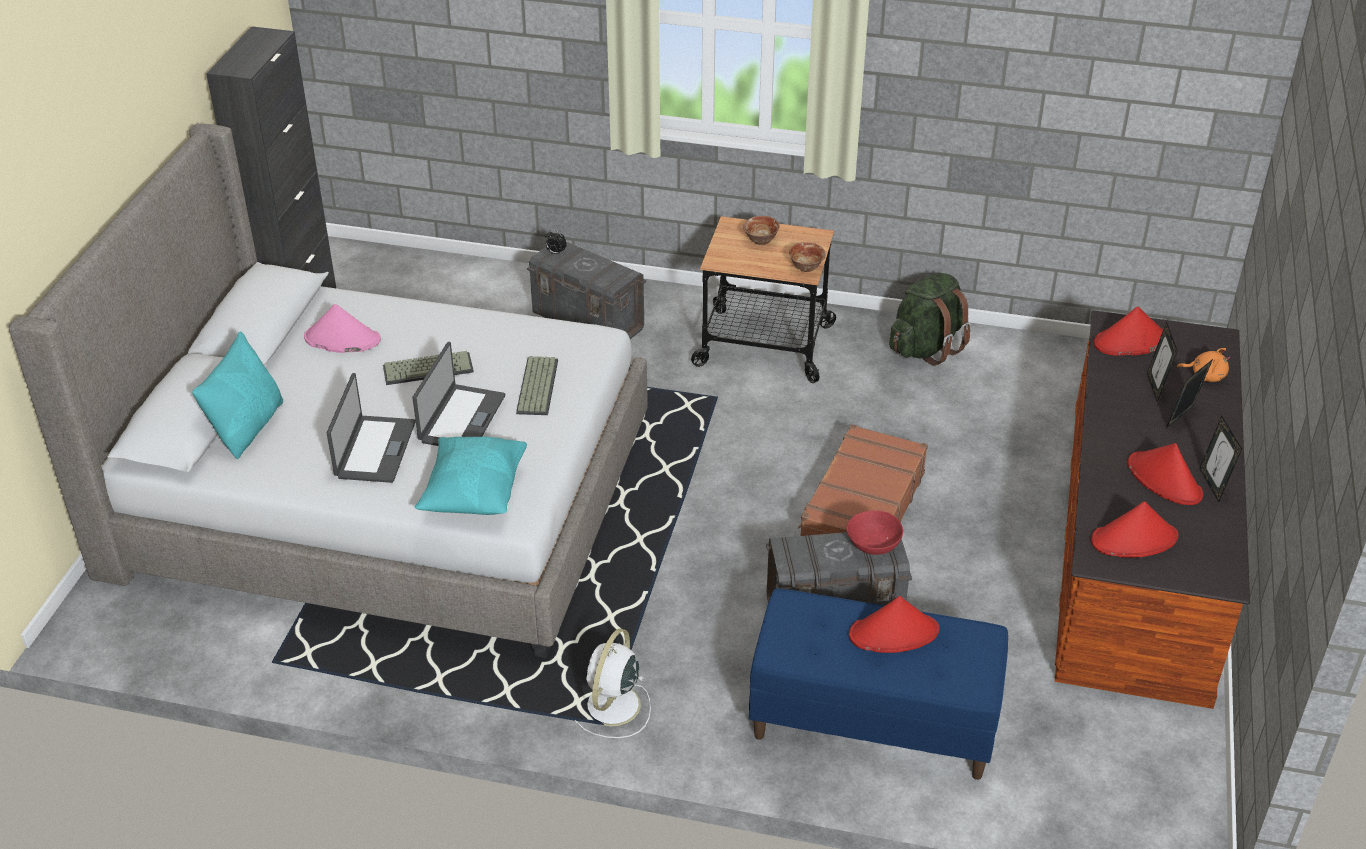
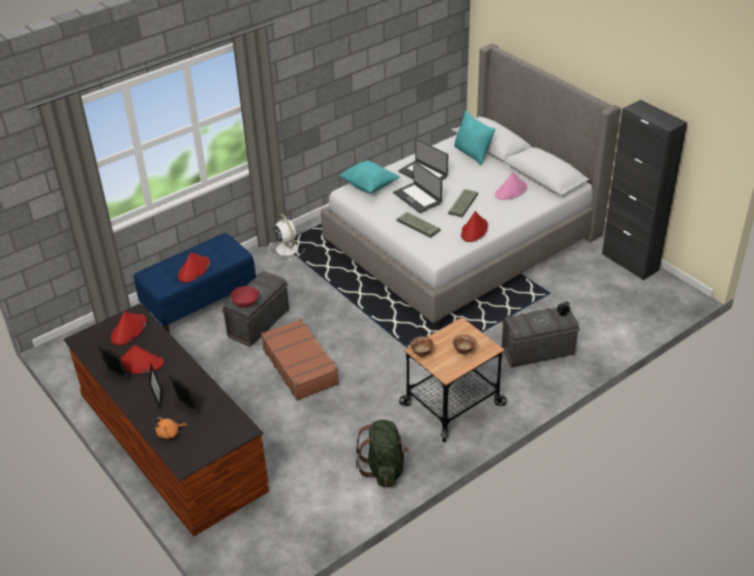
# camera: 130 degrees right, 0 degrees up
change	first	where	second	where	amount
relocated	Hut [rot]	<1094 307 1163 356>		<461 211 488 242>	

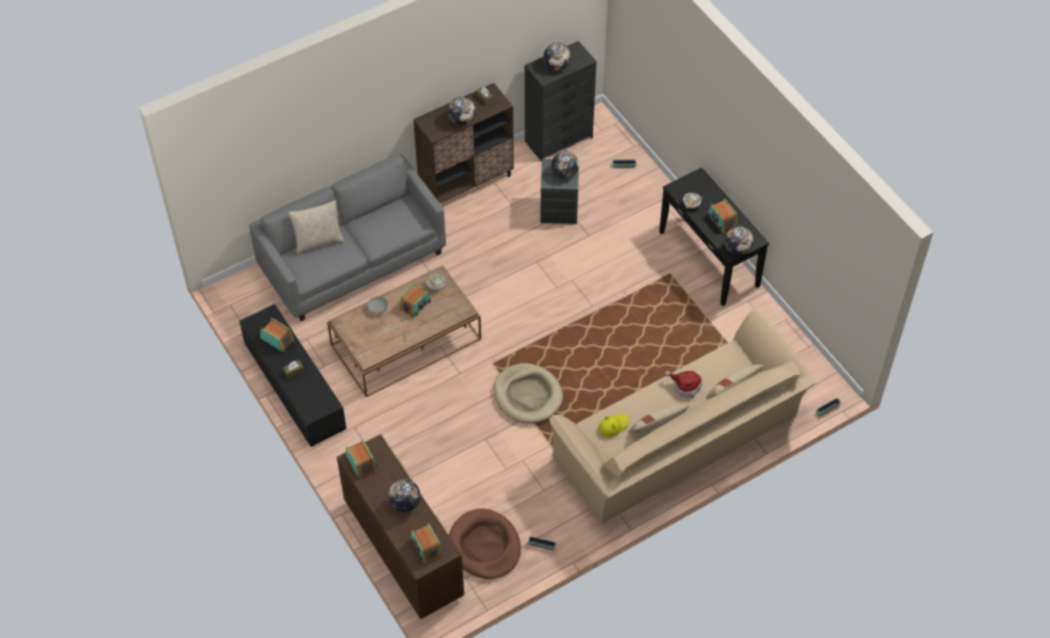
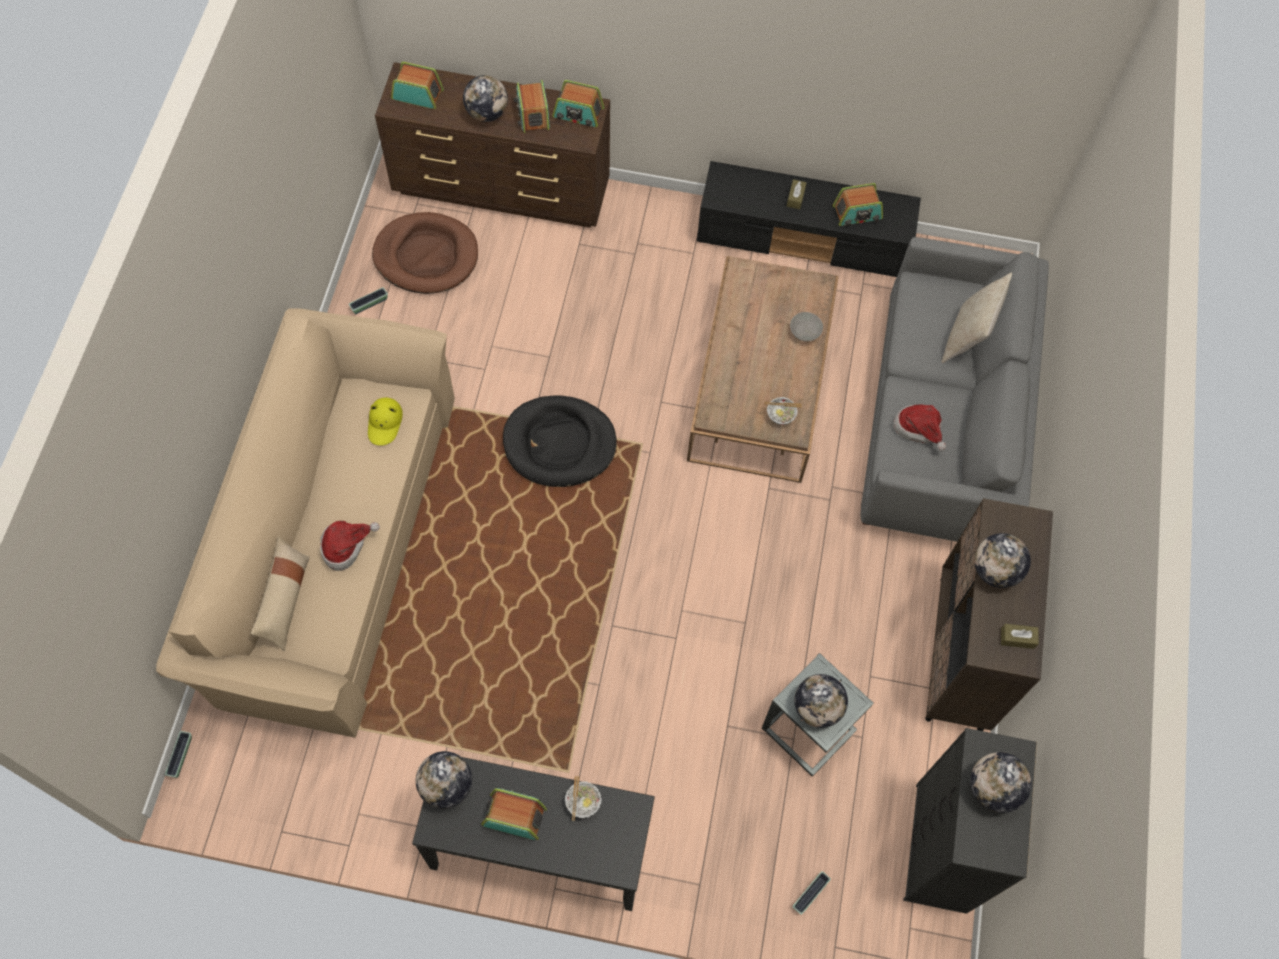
# camera: 130 degrees right, 10 degrees up
change	first	where	second	where	amount
missing	Kissen [beige]	<628 405 690 433>			
appeared			Hut	<893 404 946 451>	
relocated	Radio	<399 283 431 319>		<513 80 550 133>	
colour	Hundebett [beige]	<494 363 563 424>	Hundebett [schwarz]	<503 395 617 487>	

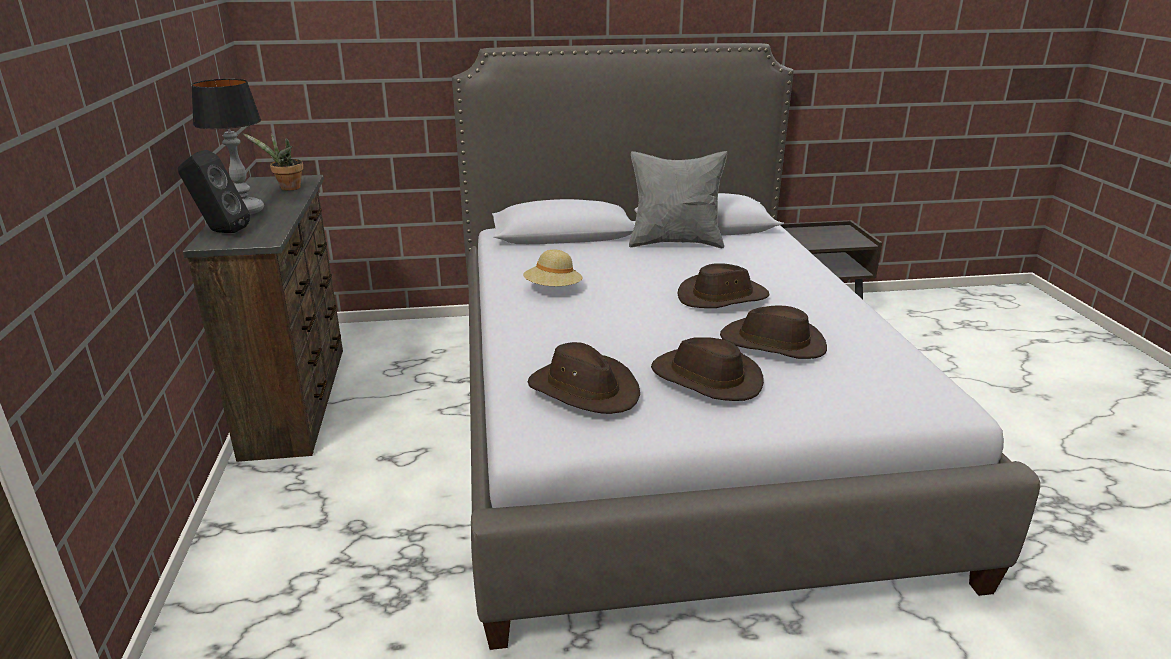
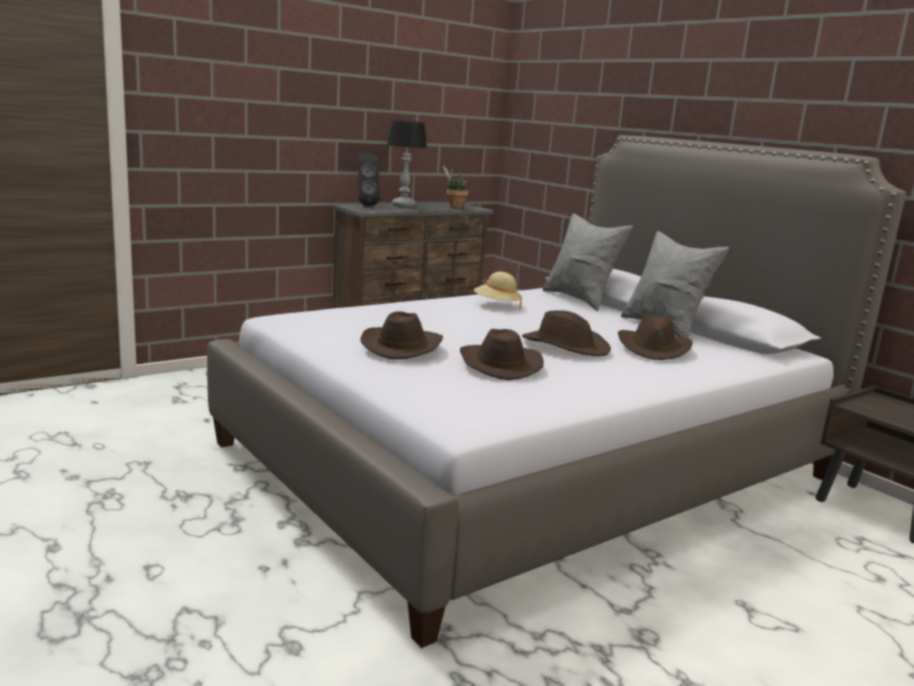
# camera: 60 degrees right, 10 degrees down
change	first	where	second	where	amount
appeared			Kissen [grau]	<542 213 633 311>	
relocated	Hut [braun]	<528 342 640 414>		<618 314 693 360>	

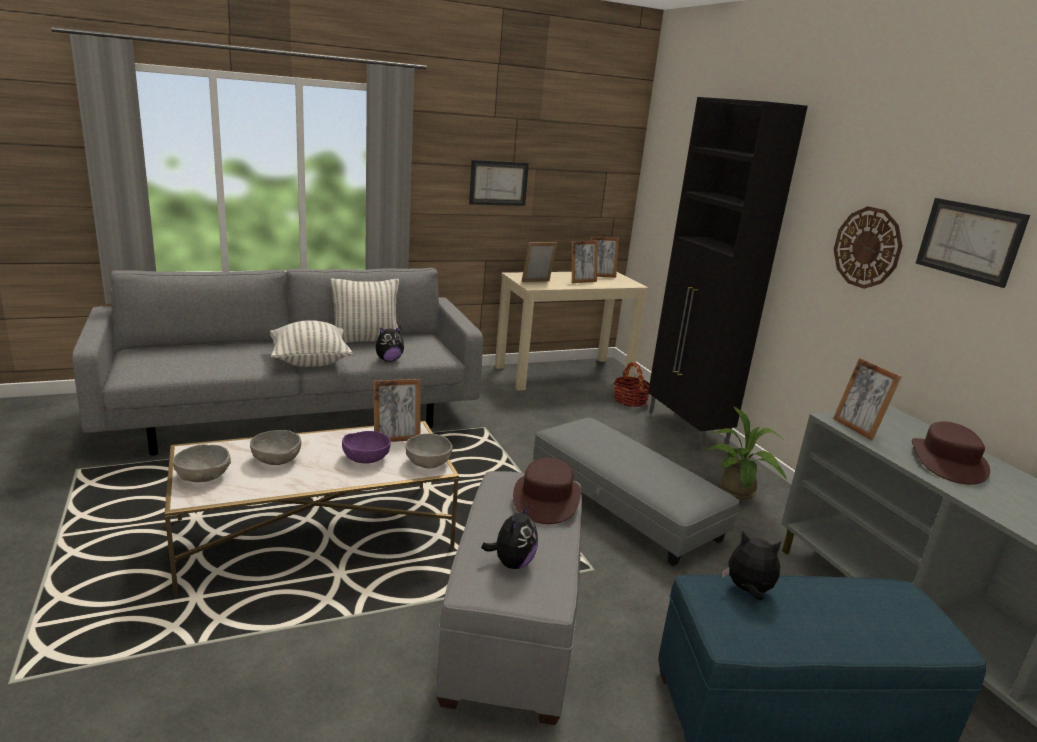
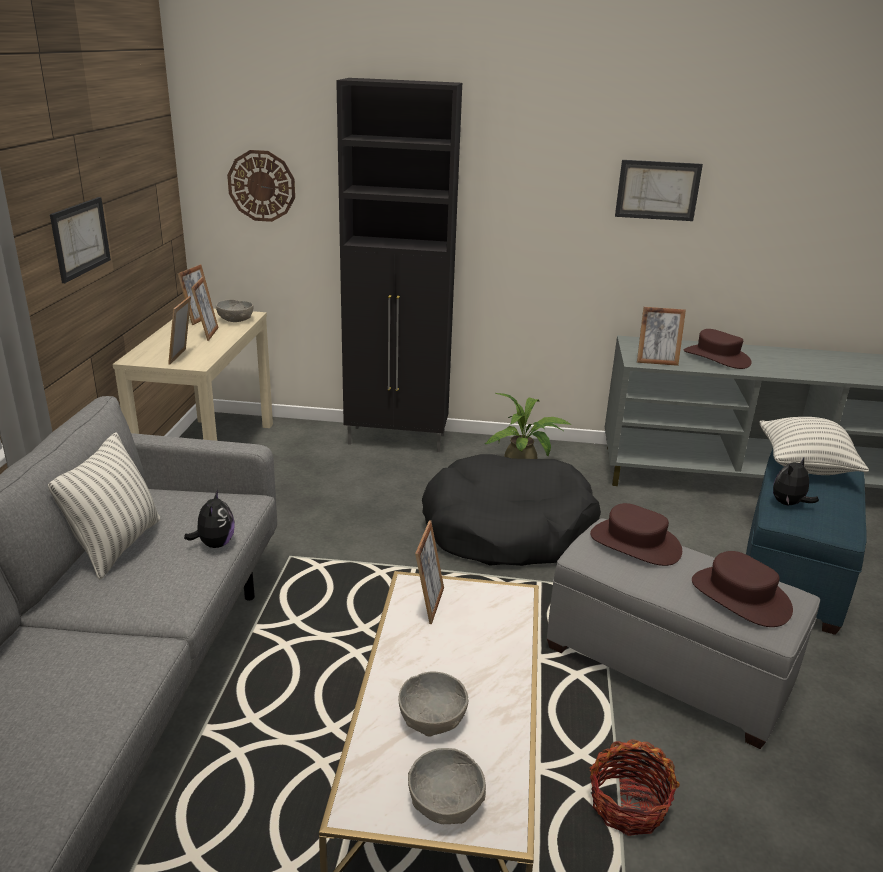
# camera: 60 degrees left, 5 degrees up
change	first	where	second	where	amount
missing	Schüssel [lila]	<342 431 391 464>			
relocated	Kissen	<270 320 353 367>		<760 417 869 475>	
relocated	Schüssel [grau]	<405 433 453 469>		<216 299 254 322>	
relocated	Korb	<613 362 650 407>		<590 739 680 836>	
relocated	Wanduhr	<834 206 902 289>		<227 150 295 222>	
exchanged	Plüschtier	<481 504 538 569>	Hut [braun]	<692 551 793 627>	
exchanged	Polsterhocker [grau]	<533 418 739 566>	Hundebett [schwarz]	<422 454 601 566>	

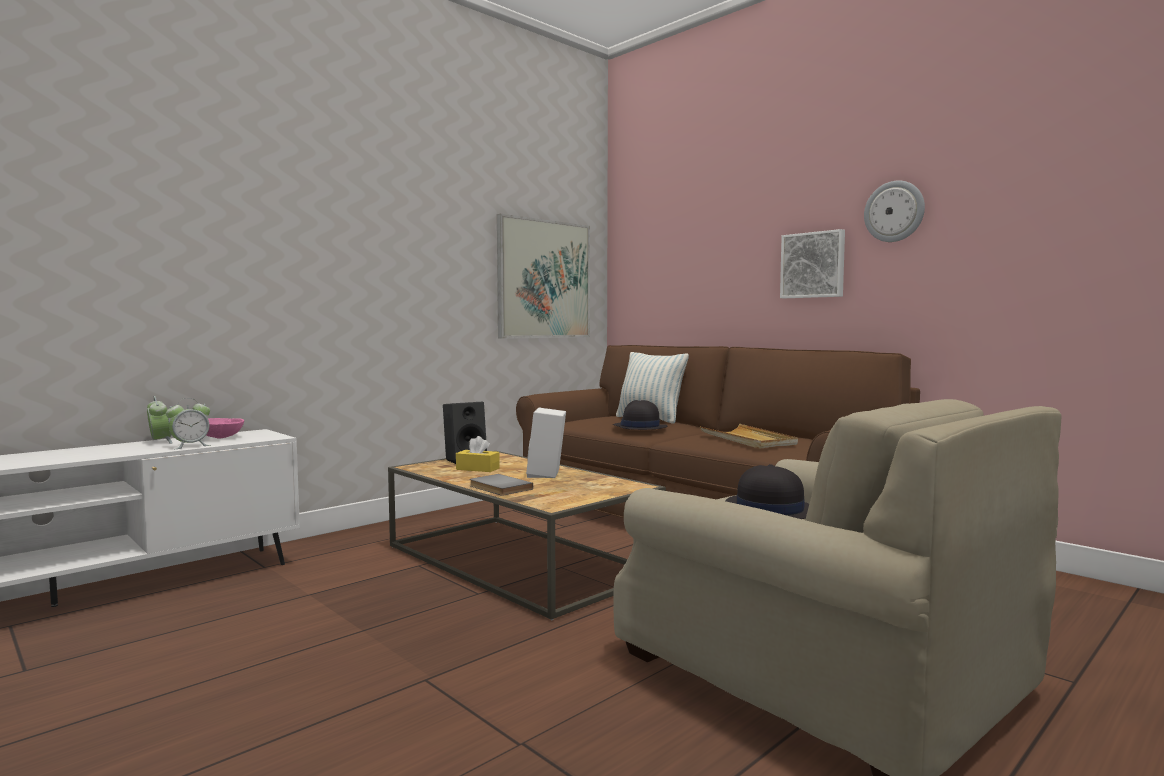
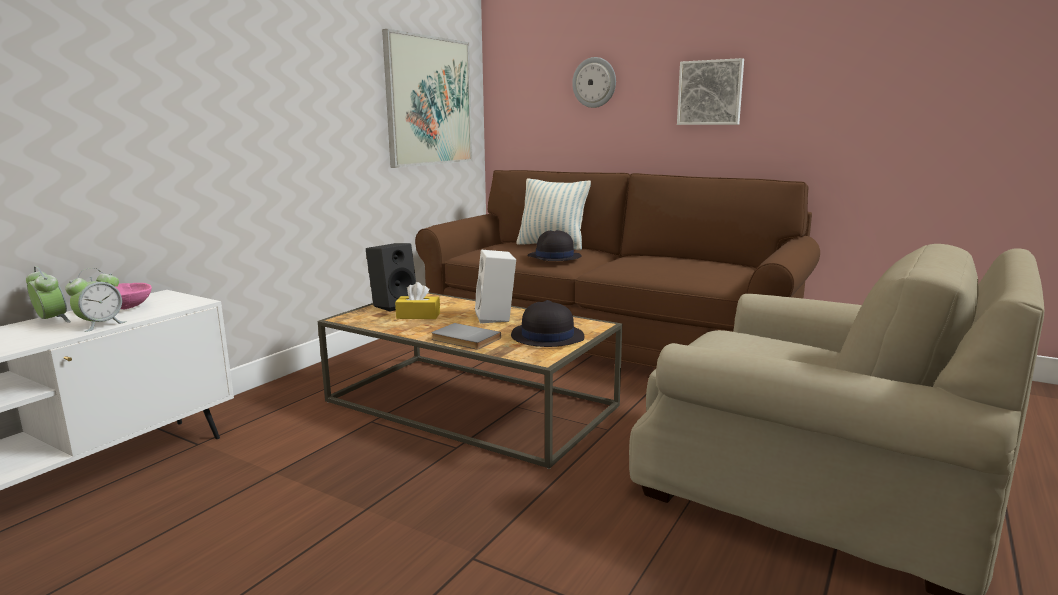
# camera: 15 degrees left, 10 degrees up
change	first	where	second	where	amount
missing	Tablett [beige]	<700 424 798 449>			
relocated	Hut [schwarz]	<725 464 809 519>		<511 300 584 347>	
relocated	Wanduhr	<864 180 925 242>		<572 57 616 108>	

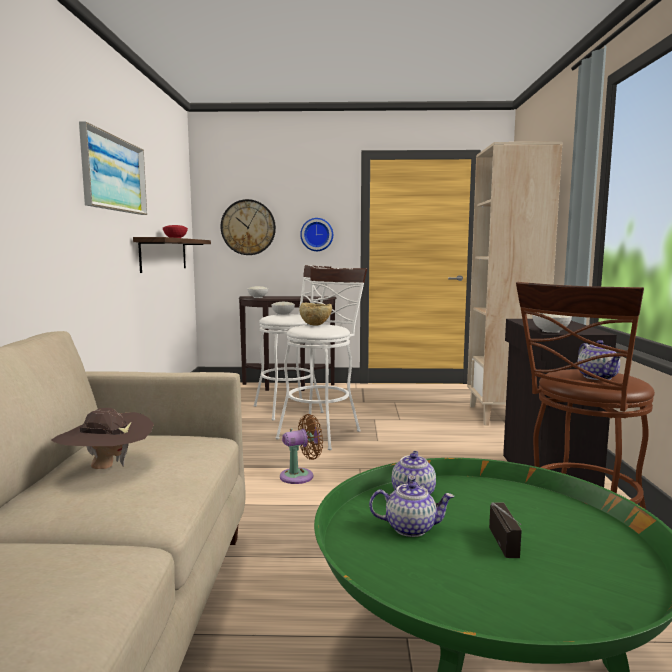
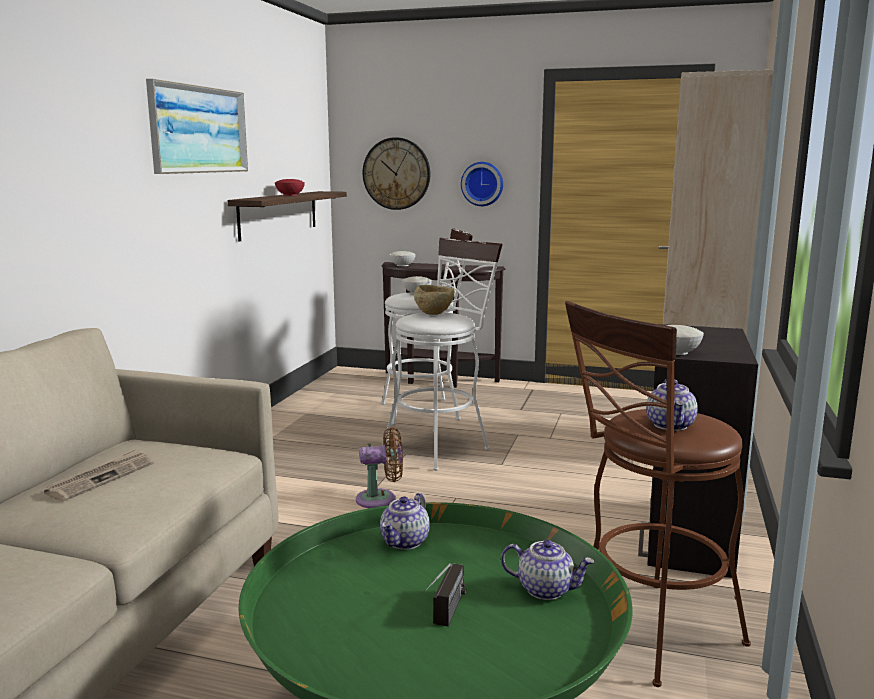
# camera: 15 degrees right, 5 degrees up
change	first	where	second	where	amount
relocated	Teekanne	<369 482 454 537>		<501 540 595 600>	
exchanged	Hut [braun]	<52 408 154 469>	Zeitung	<44 449 154 501>	

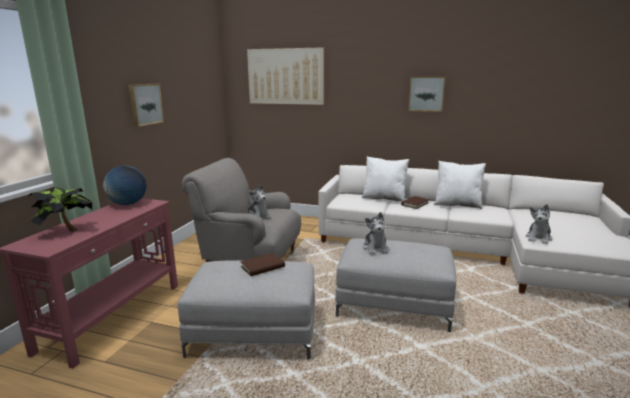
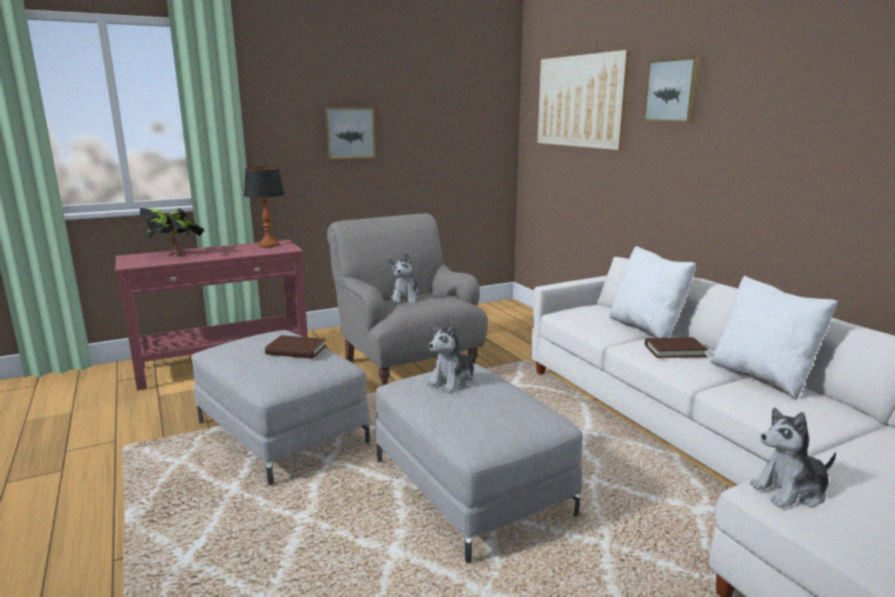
# camera: 45 degrees right, 0 degrees up
change	first	where	second	where	amount
relocated	Bild	<408 76 446 112>		<643 56 701 123>	
exchanged	Globus	<103 166 147 205>	Tischlampe	<244 167 285 247>	

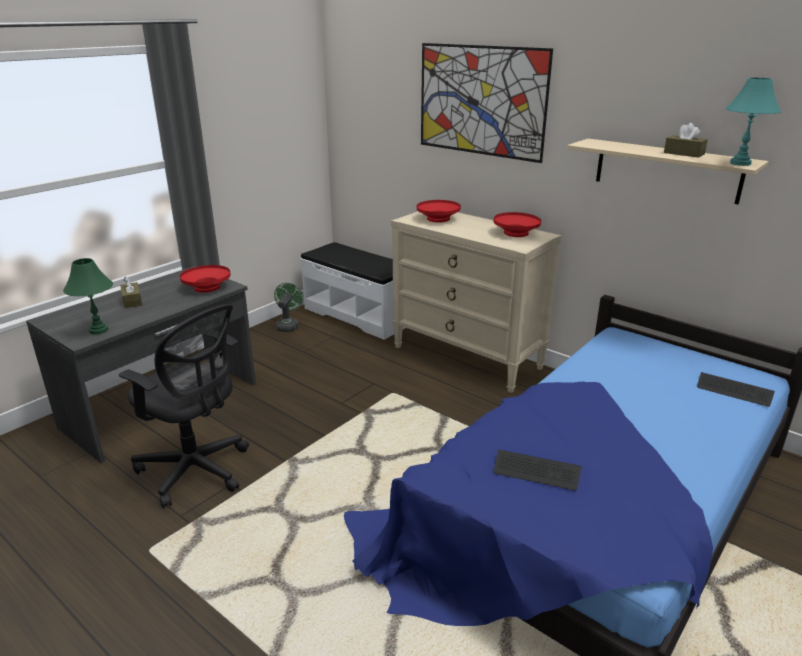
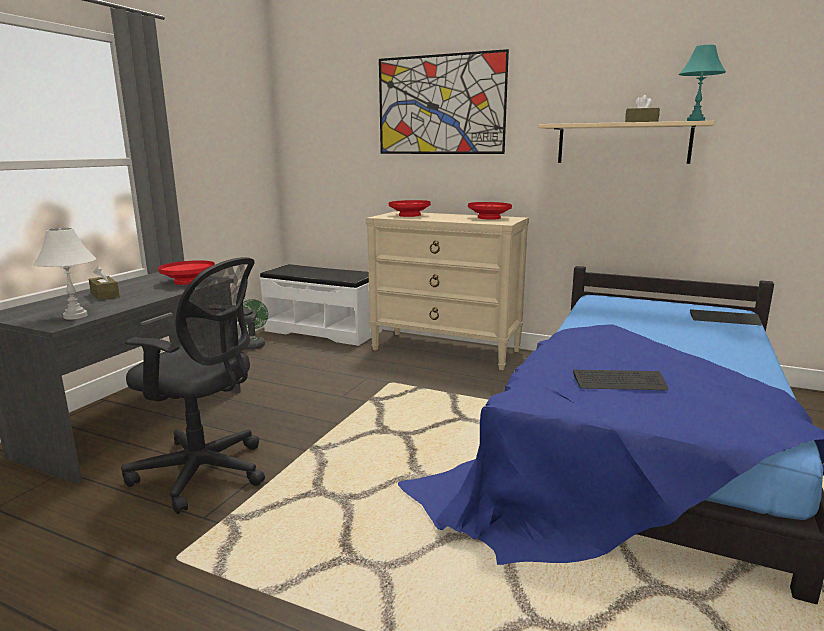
# camera: 15 degrees left, 10 degrees down
change	first	where	second	where	amount
colour	Tischlampe [grün]	<63 258 113 335>	Tischlampe [weiß]	<34 228 96 320>	

